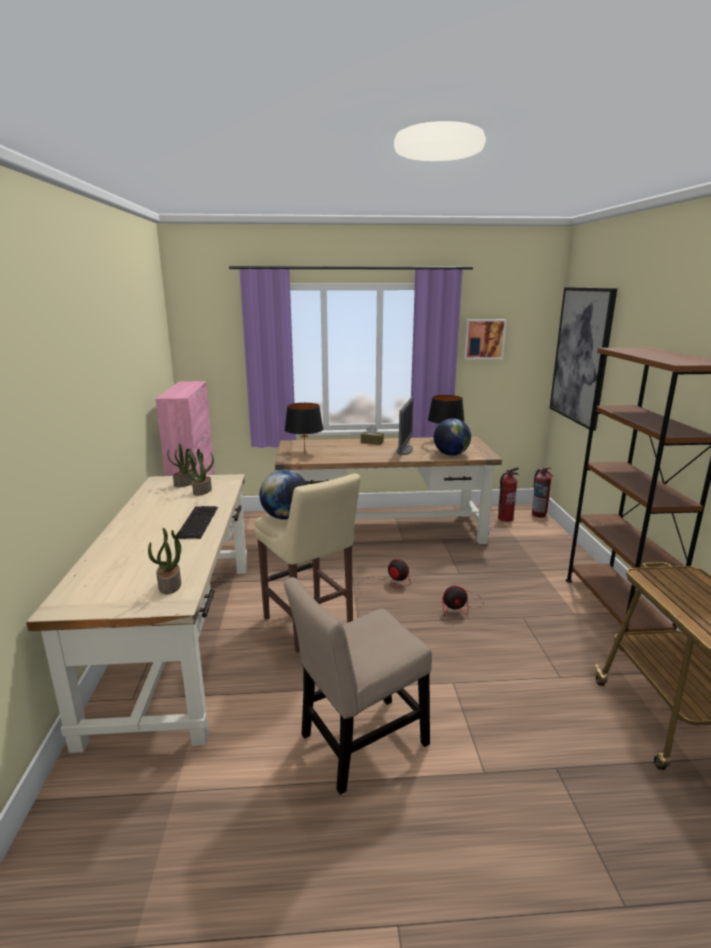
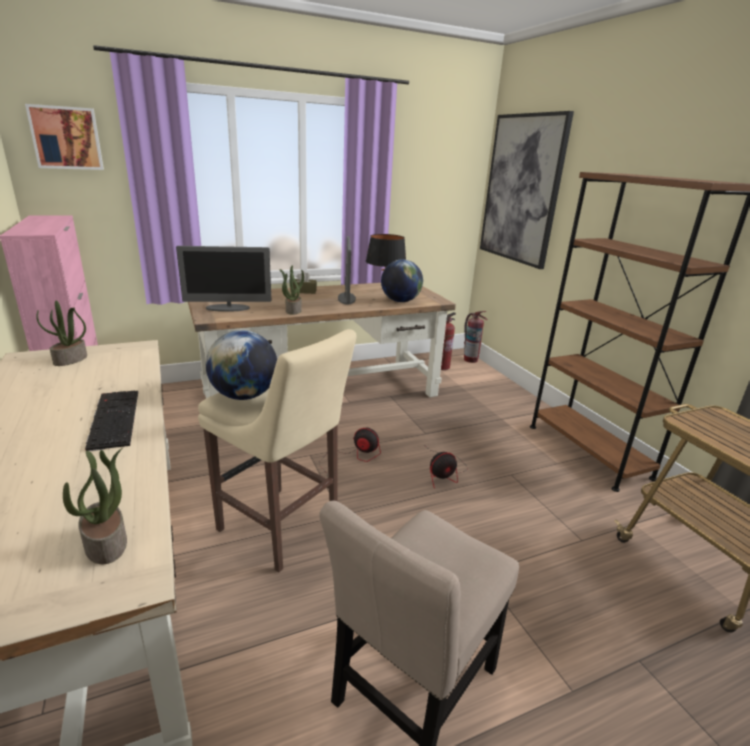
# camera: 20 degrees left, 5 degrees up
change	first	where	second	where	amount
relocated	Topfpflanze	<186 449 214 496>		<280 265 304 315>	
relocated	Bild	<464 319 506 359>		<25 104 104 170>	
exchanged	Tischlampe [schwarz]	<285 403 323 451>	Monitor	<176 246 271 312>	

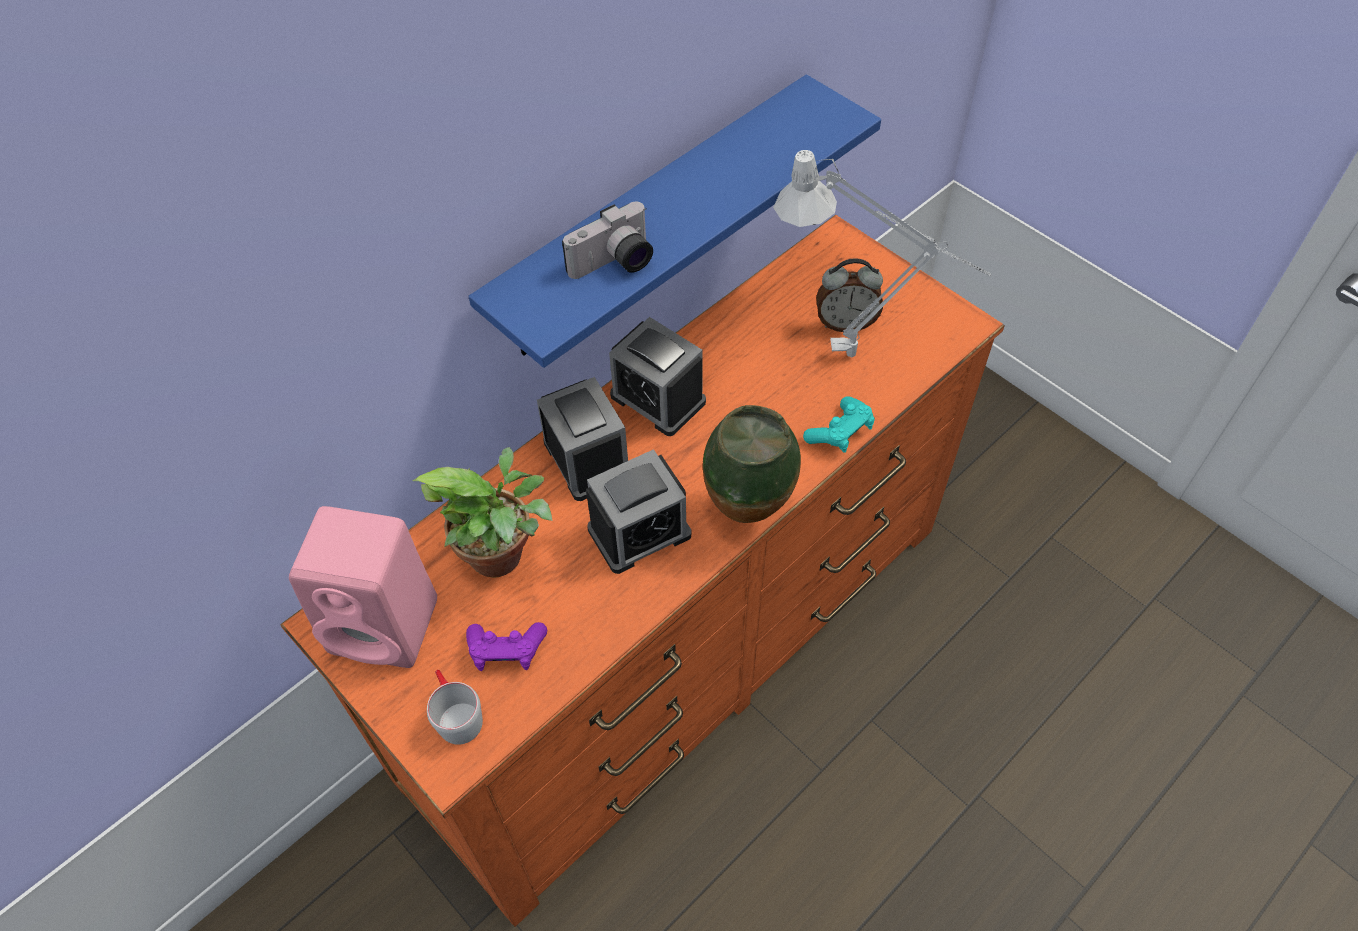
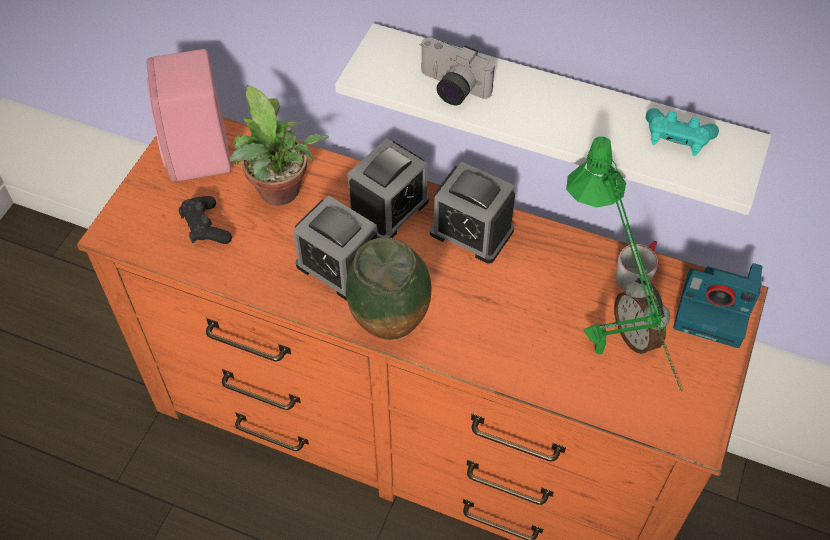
# camera: 65 degrees right, 0 degrees up
change	first	where	second	where	amount
appeared			Kamera	<673 263 763 348>	
relocated	Henkelbecher [grau]	<427 670 483 745>		<616 241 658 291>	
relocated	Gamepad [türkis]	<803 396 875 453>		<646 108 719 156>	
colour	Gamepad [lila]	<466 622 547 671>	Gamepad [schwarz]	<179 196 232 244>	
colour	Wandregal [blau]	<469 74 881 368>	Wandregal [weiß]	<335 23 771 215>	
colour	Tischlampe [grau]	<773 150 992 358>	Tischlampe [grün]	<566 136 683 391>	
spun	Wecker	<609 317 706 436>		<430 161 515 264>	75 degrees counterclockwise

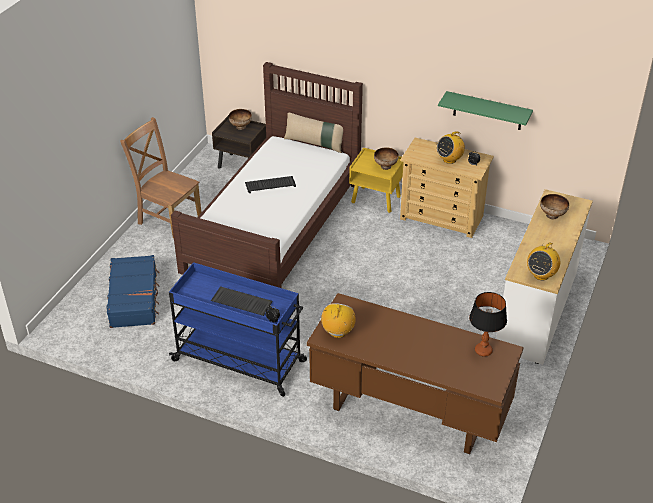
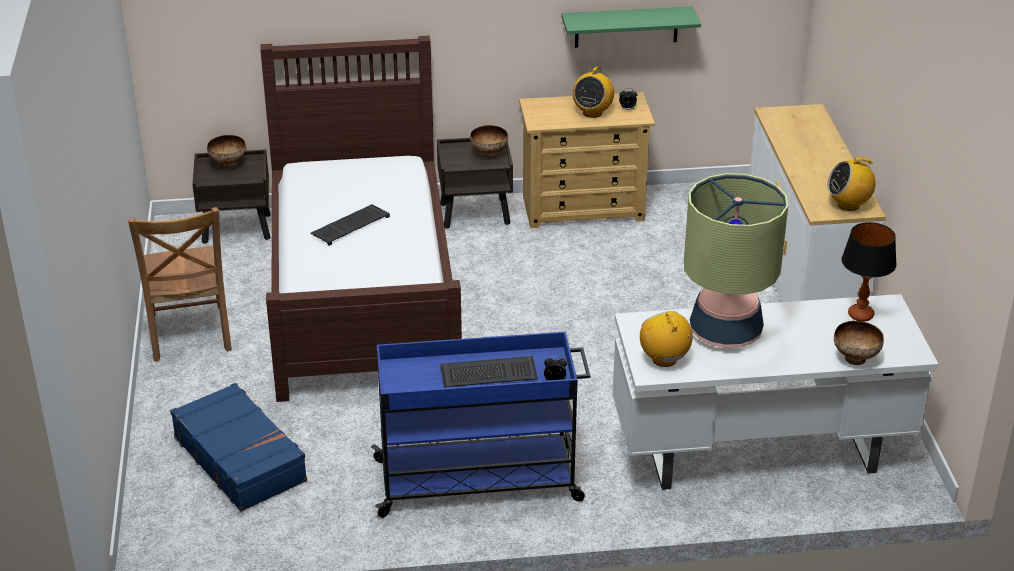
# camera: 30 degrees left, 5 degrees down
change	first	where	second	where	amount
missing	Kissen [beige]	<284 113 343 153>			
appeared			Tischlampe	<684 173 788 348>	
relocated	Schüssel	<540 194 569 219>		<834 321 884 365>	
colour	Schreibtisch [braun]	<307 293 524 454>	Schreibtisch [weiß]	<613 294 938 490>	
colour	Nachttisch [gelb]	<349 148 403 213>	Nachttisch [braun]	<437 138 513 228>	
spun	Stuhl [braun]	<120 117 202 238>		<128 207 232 361>	105 degrees counterclockwise
spun	Radio	<527 242 560 281>		<827 157 875 211>	75 degrees clockwise

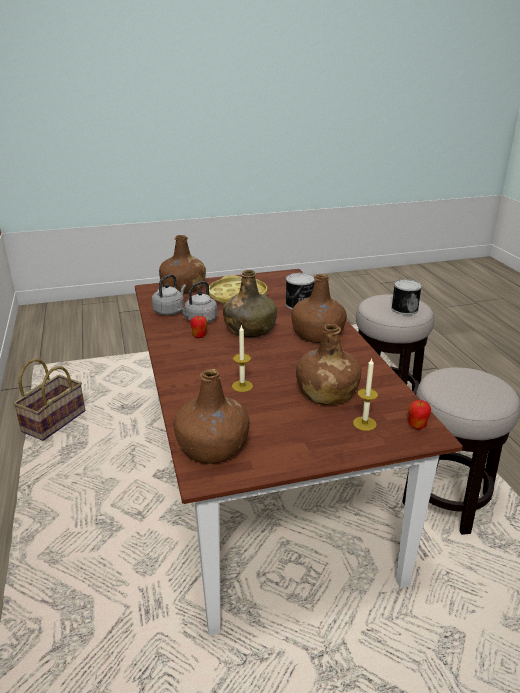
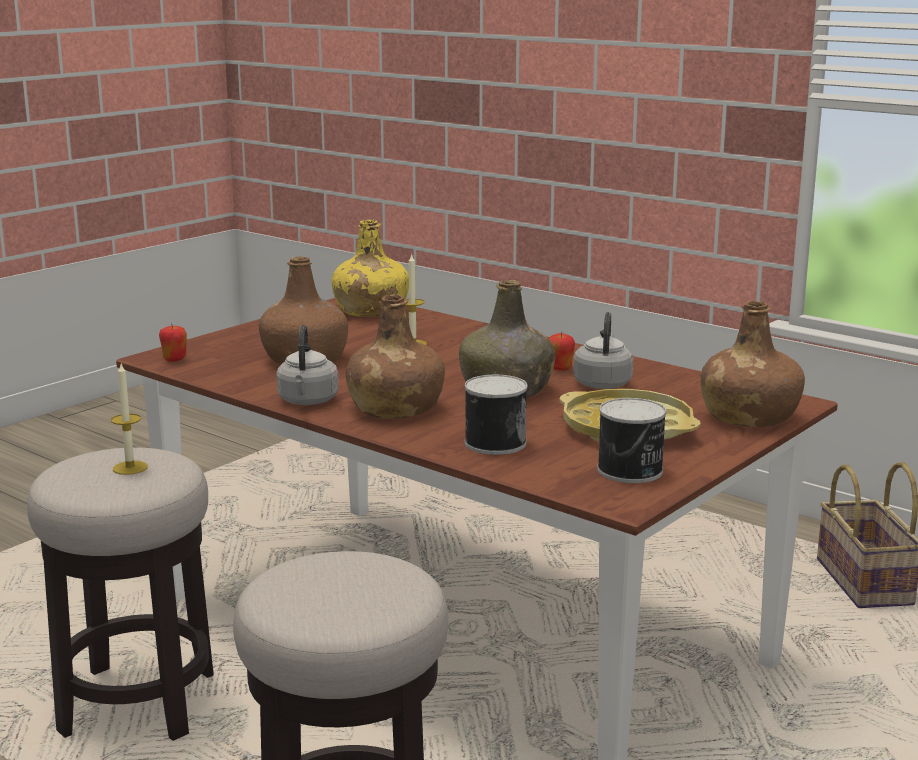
# camera: 145 degrees right, 10 degrees down
change	first	where	second	where	amount
relocated	Wasserkessel [grau]	<152 274 186 316>		<277 325 339 405>	
relocated	Kerze	<353 359 378 431>		<111 364 148 475>	
relocated	Dose	<391 279 422 315>		<597 398 666 483>	
colour	Flasche [braun]	<174 369 250 464>	Flasche [gelb]	<332 219 409 317>	

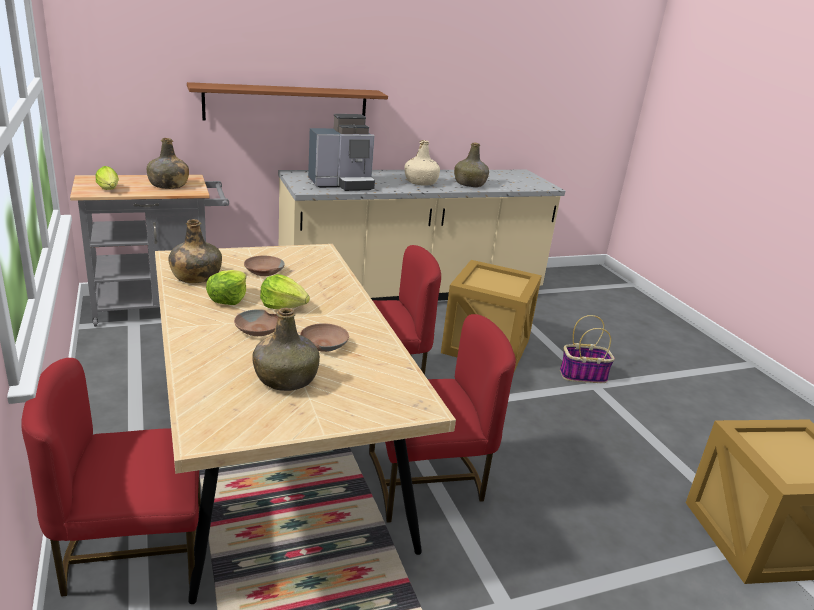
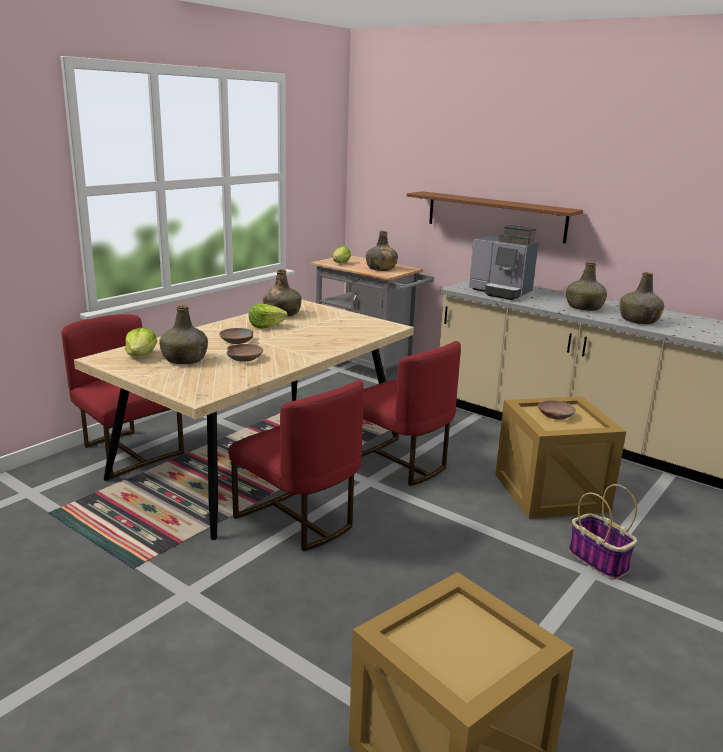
# camera: 60 degrees right, 5 degrees down
change	first	where	second	where	amount
relocated	Schüssel [braun]	<244 256 285 276>		<538 400 576 420>	
relocated	Salatkopf	<260 274 310 309>		<125 328 157 356>	
colour	Flasche [beige]	<404 140 440 186>	Flasche [grün]	<566 261 607 311>	

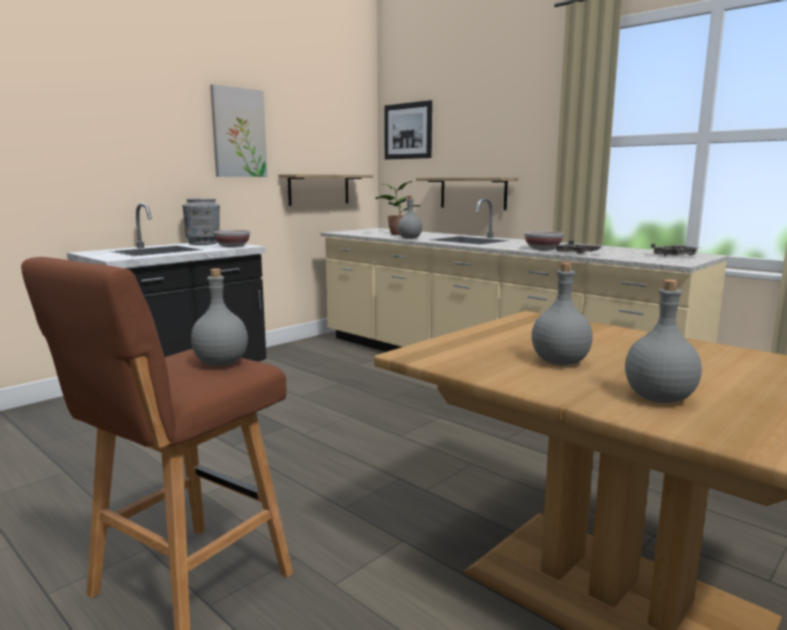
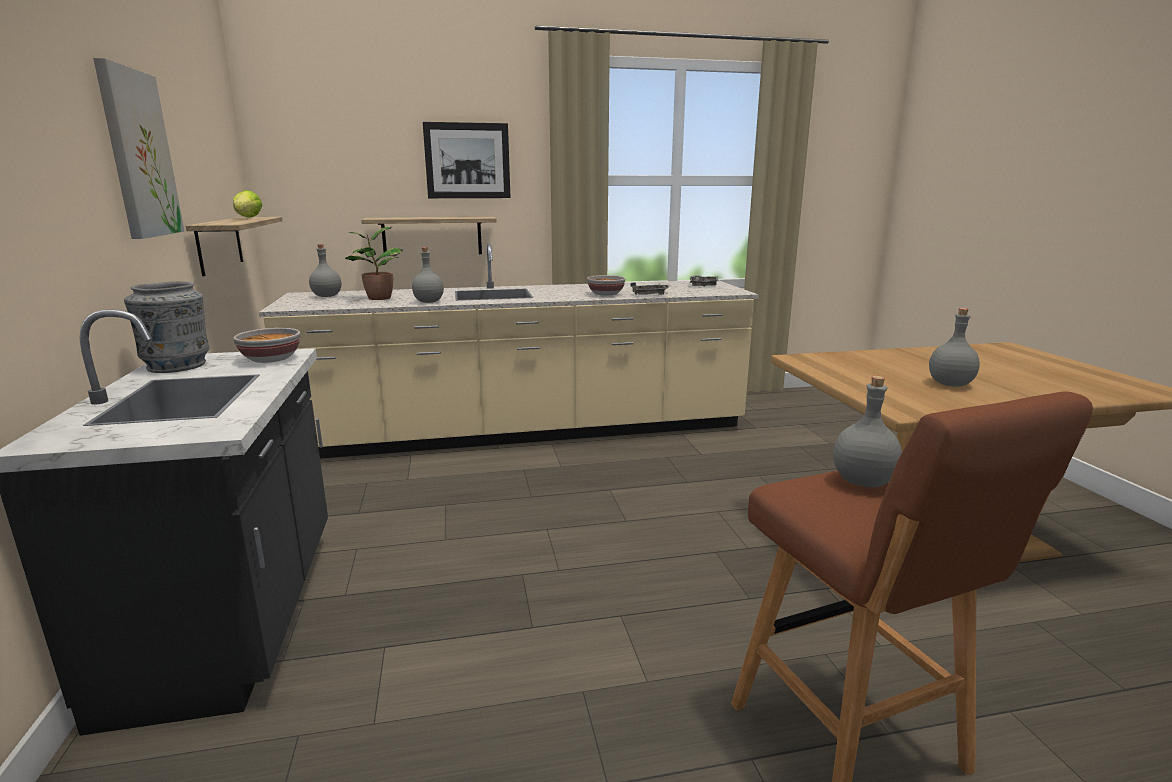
# camera: 55 degrees left, 5 degrees up
change	first	where	second	where	amount
appeared			Salatkopf	<233 190 263 217>	
relocated	Bild	<384 100 432 159>		<423 122 511 198>	
relocated	Flasche [grau]	<625 280 702 403>		<309 244 341 297>	

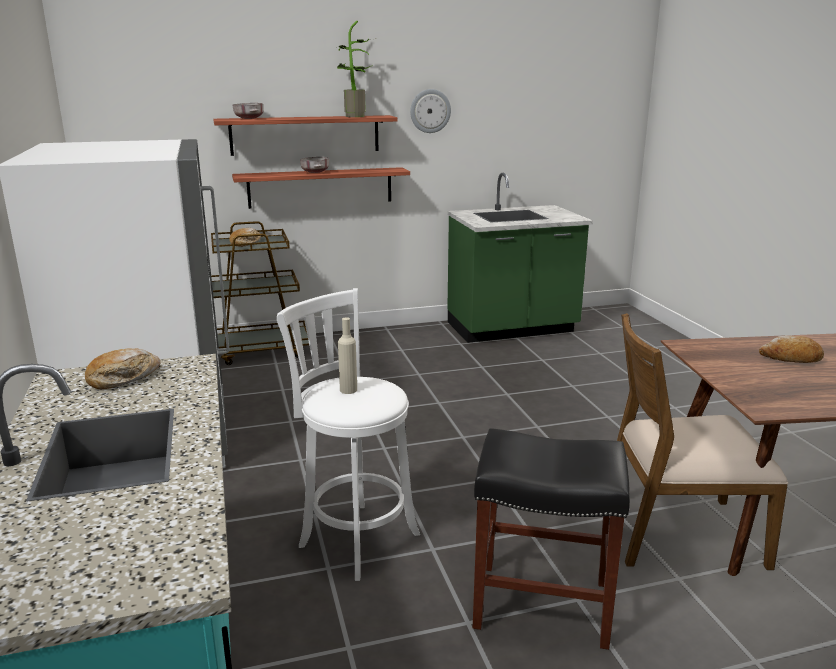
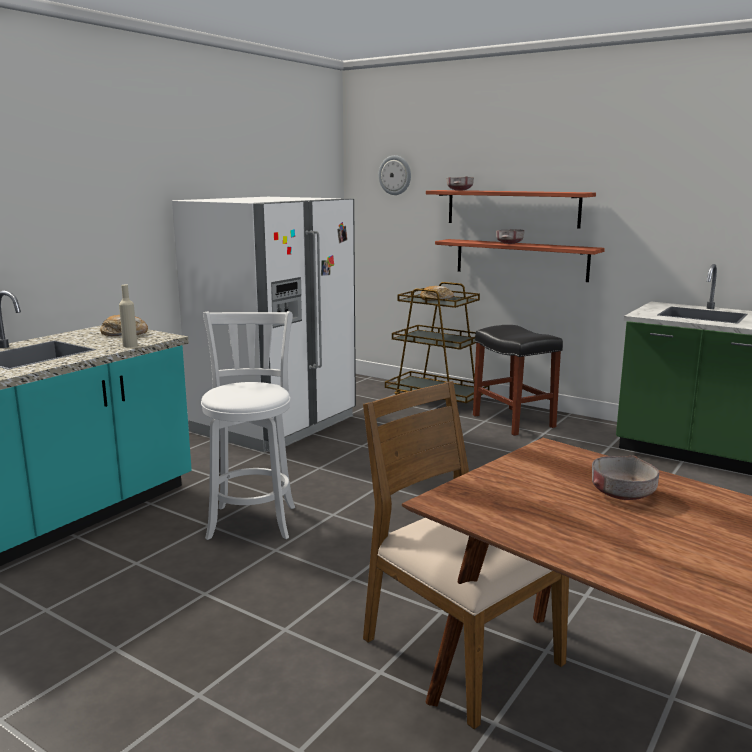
# camera: 50 degrees right, 5 degrees down
change	first	where	second	where	amount
missing	Topfpflanze	<335 21 376 117>			
relocated	Flasche [beige]	<338 317 357 394>		<119 285 137 347>	
relocated	Wanduhr	<410 89 451 133>		<379 155 411 195>	
relocated	Hocker [schwarz]	<473 428 630 650>		<473 325 563 436>	
exchanged	Brot	<759 335 824 363>	Schüssel [grau]	<592 456 659 500>	

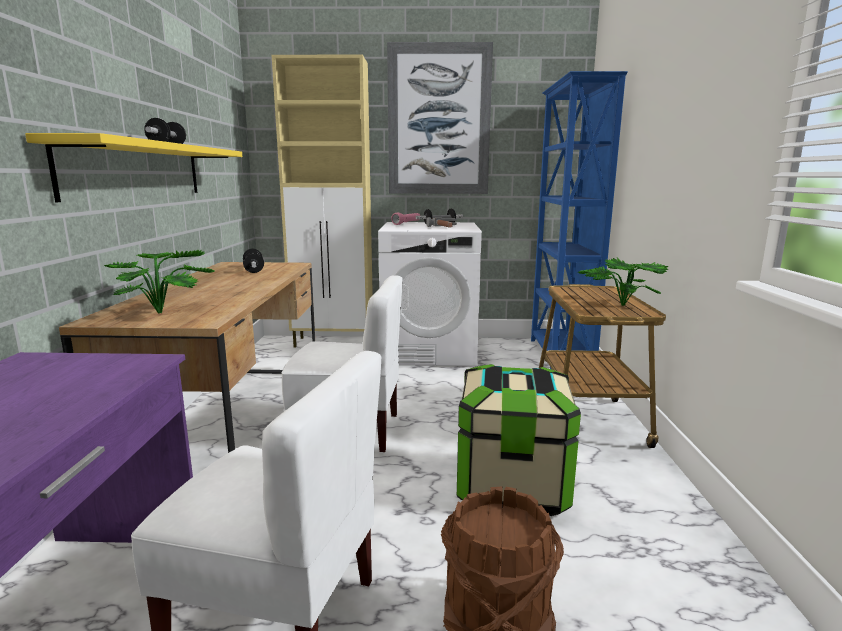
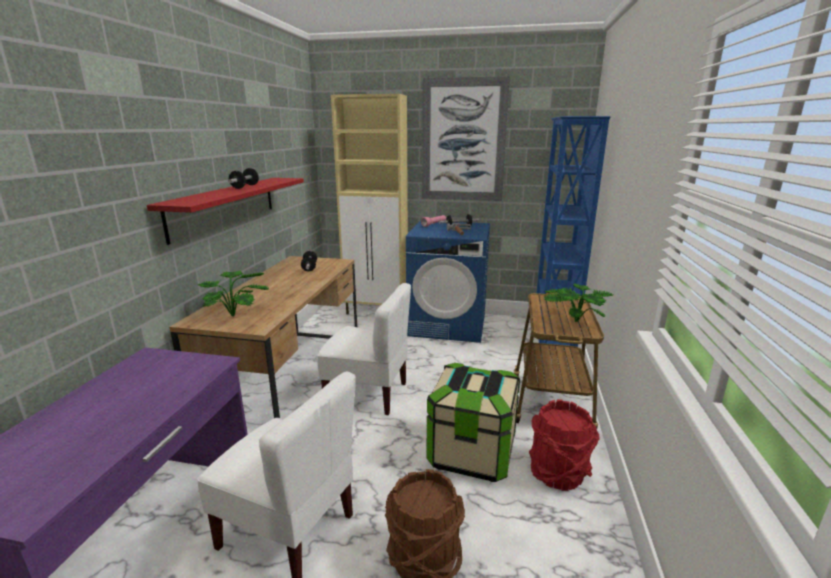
# camera: 10 degrees right, 5 degrees up
change	first	where	second	where	amount
appeared			Eimer [rot]	<529 399 600 491>	
colour	Wandregal [gelb]	<25 133 242 202>	Wandregal [rot]	<147 178 304 245>	
colour	Waschmaschine [weiß]	<378 222 482 366>	Waschmaschine [blau]	<406 221 490 343>	

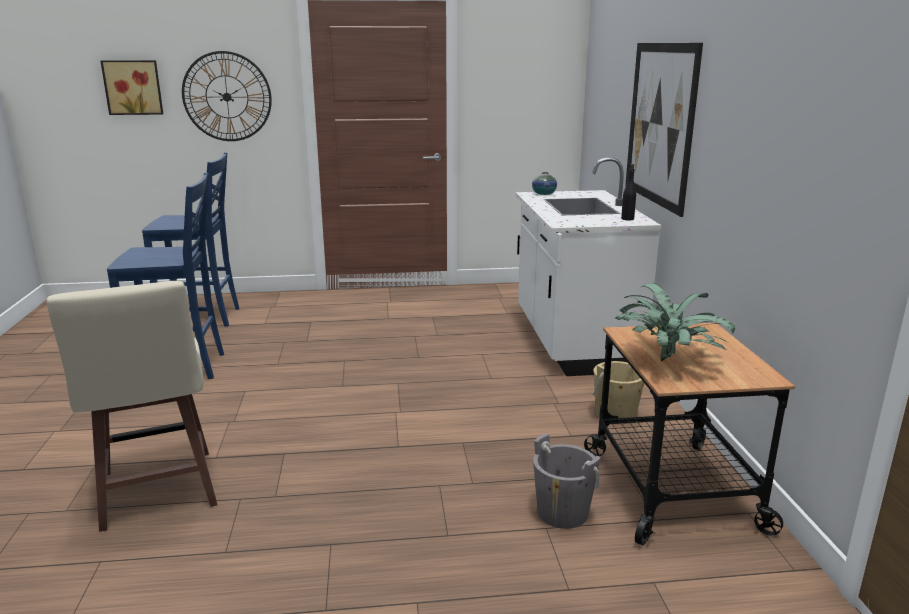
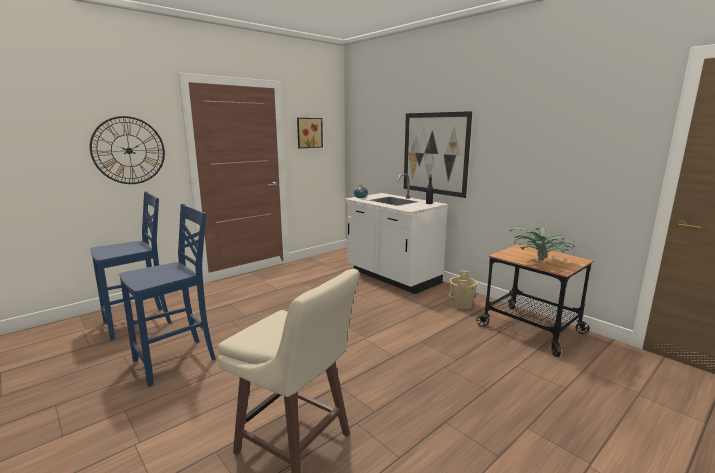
# camera: 35 degrees left, 5 degrees down
change	first	where	second	where	amount
missing	Eimer [grau]	<533 433 601 529>			
relocated	Bild	<100 60 163 115>		<297 118 323 148>	

